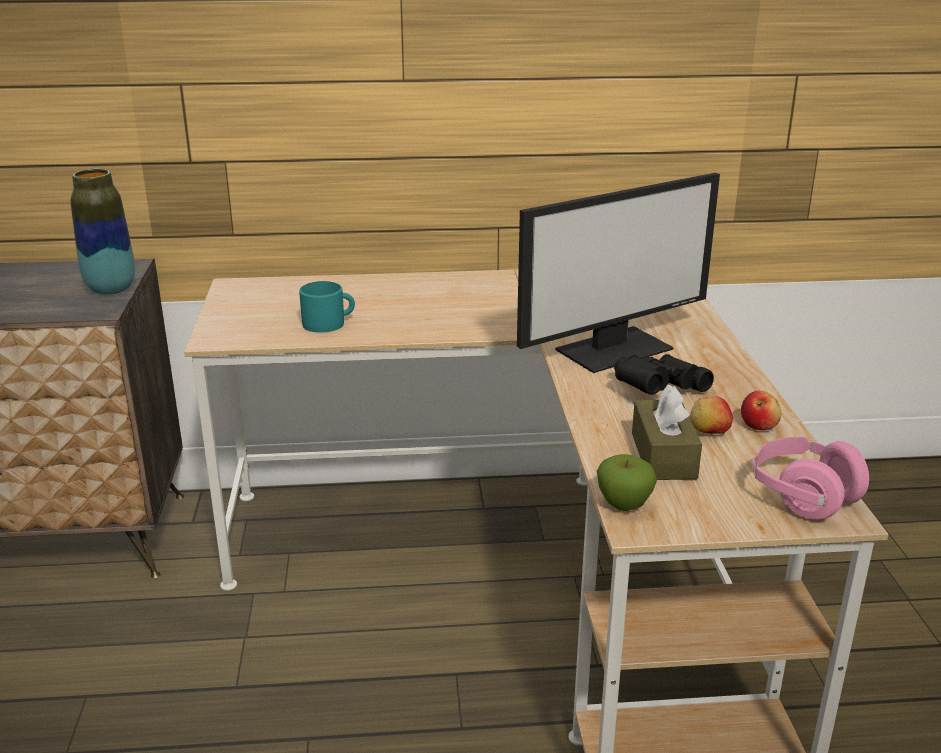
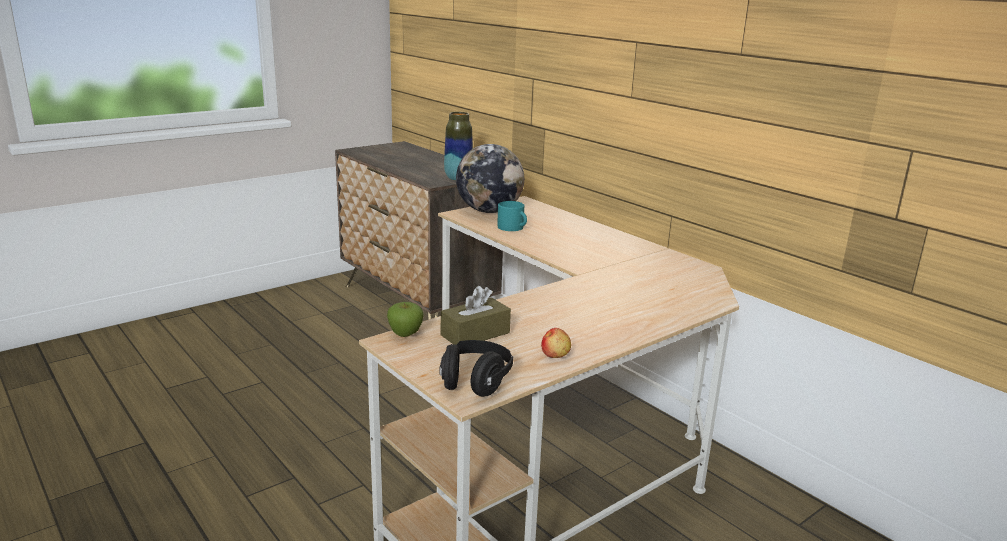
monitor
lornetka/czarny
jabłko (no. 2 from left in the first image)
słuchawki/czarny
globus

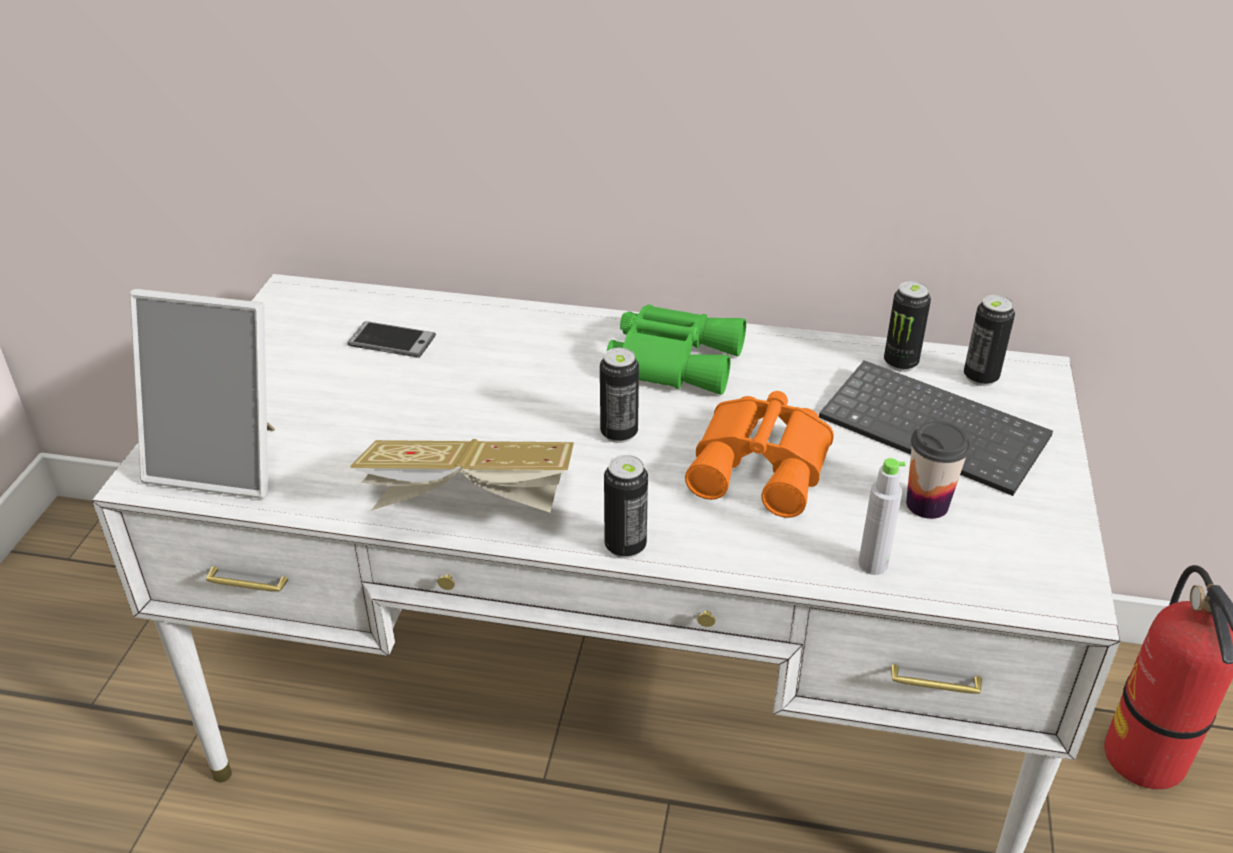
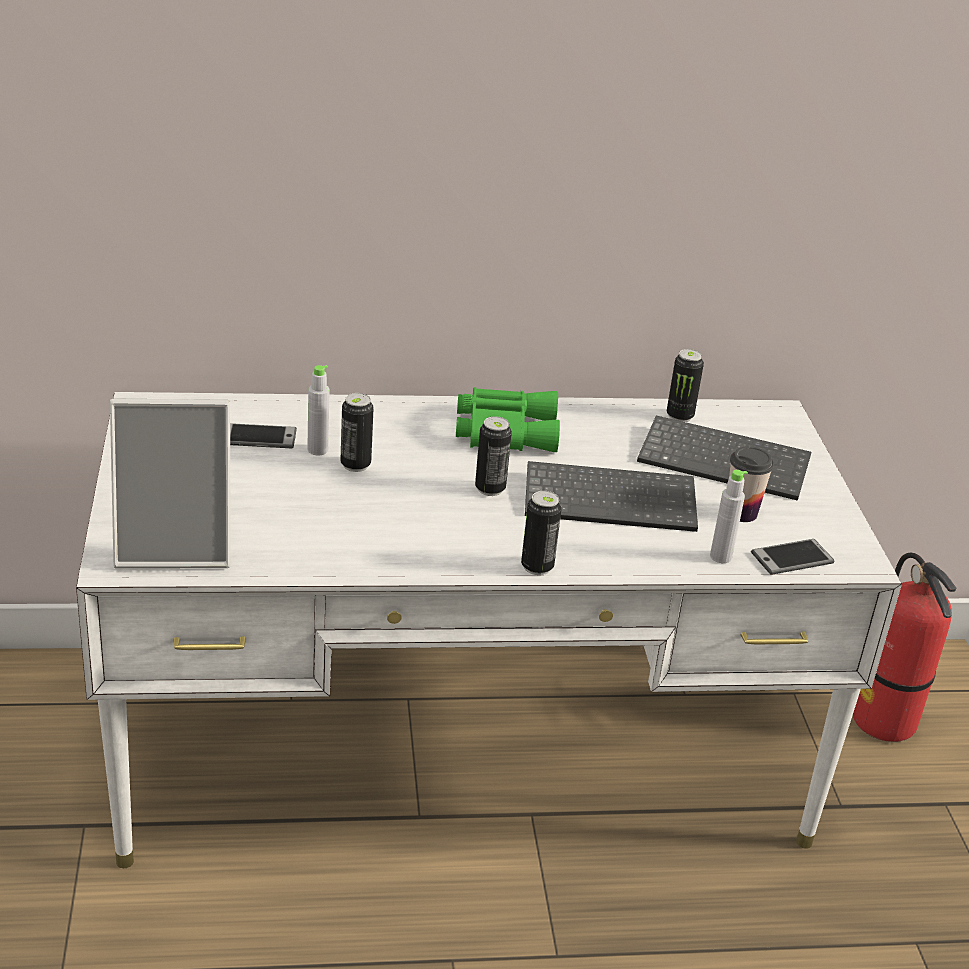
puszka (no. 1 from left)
klawiatura (no. 1 from left)
książka
butelka/szary (no. 1 from left)
telefon (no. 2 from left)

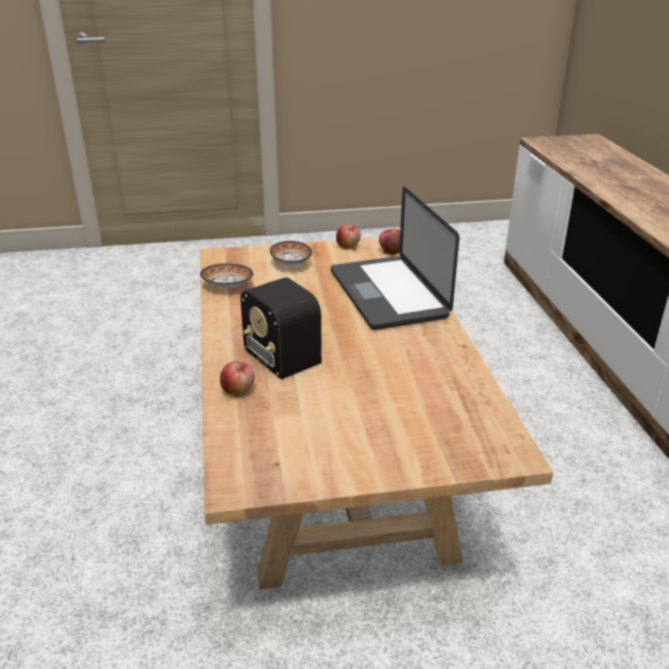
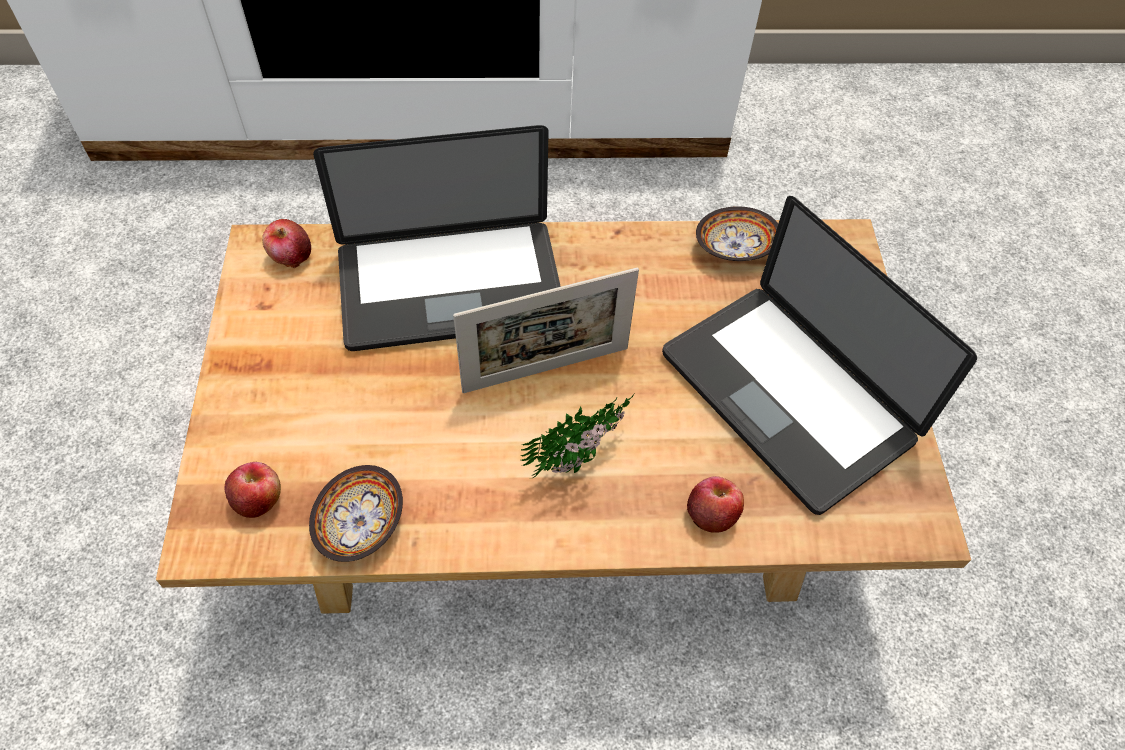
jabłko (no. 1 from left)
miska (no. 2 from left)
roślina doniczkowa
laptop (no. 2 from left)
ramka na zdjęcie

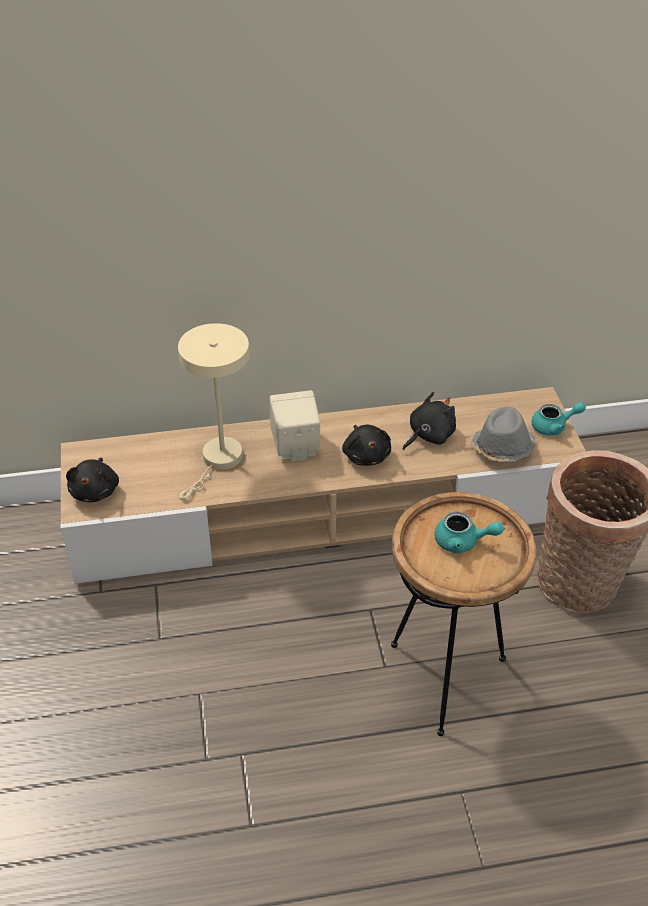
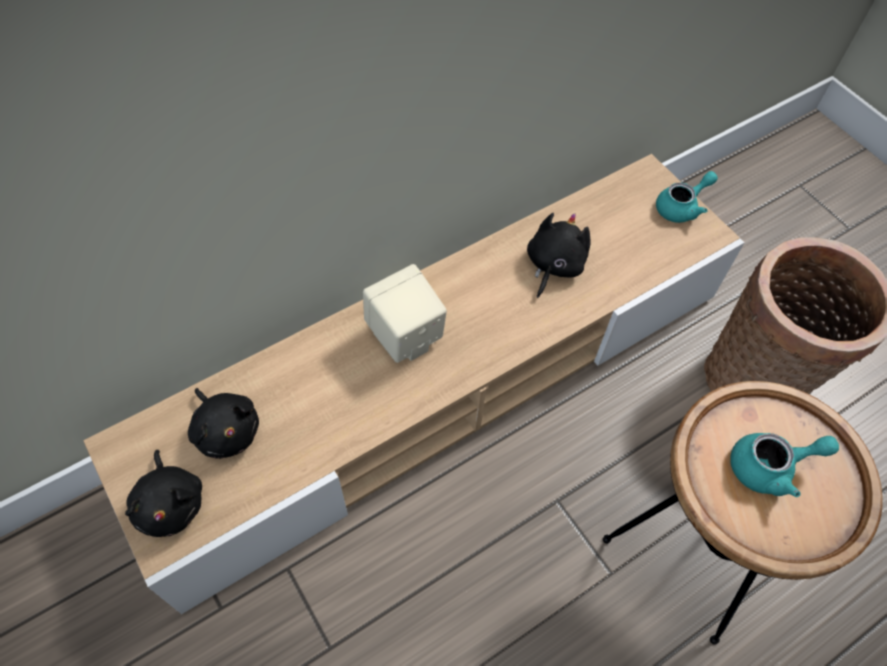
lampa stołowa/beżowy
kapelusz/szary
pluszak/czarny (no. 2 from left)

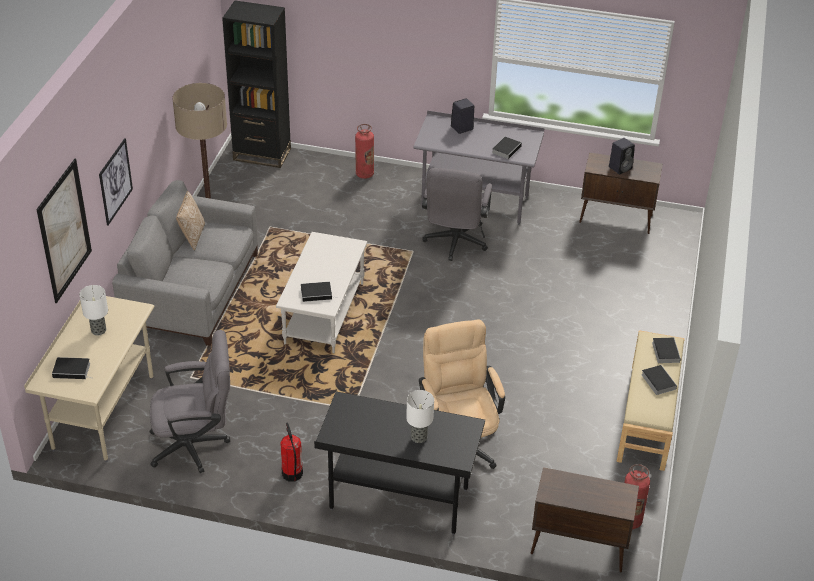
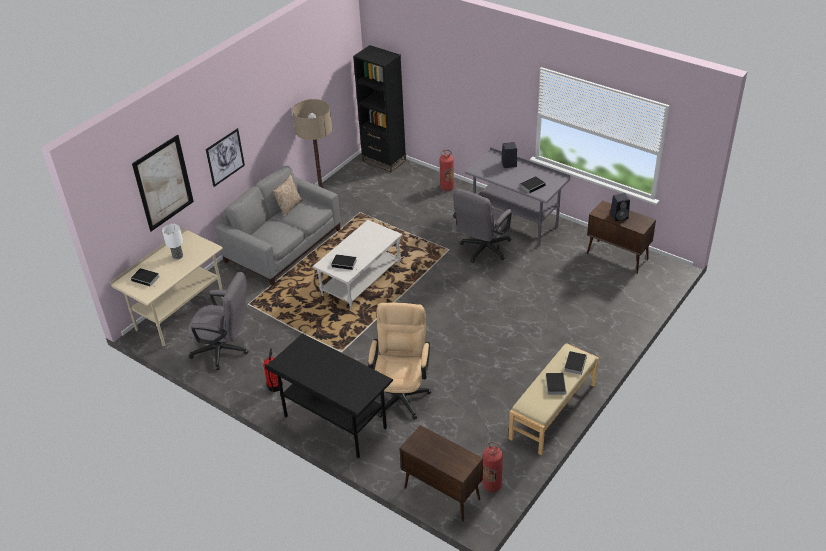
lampa stołowa (no. 2 from left in the first image)

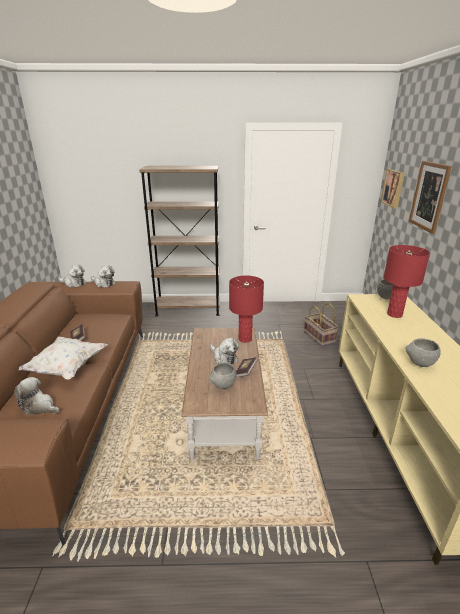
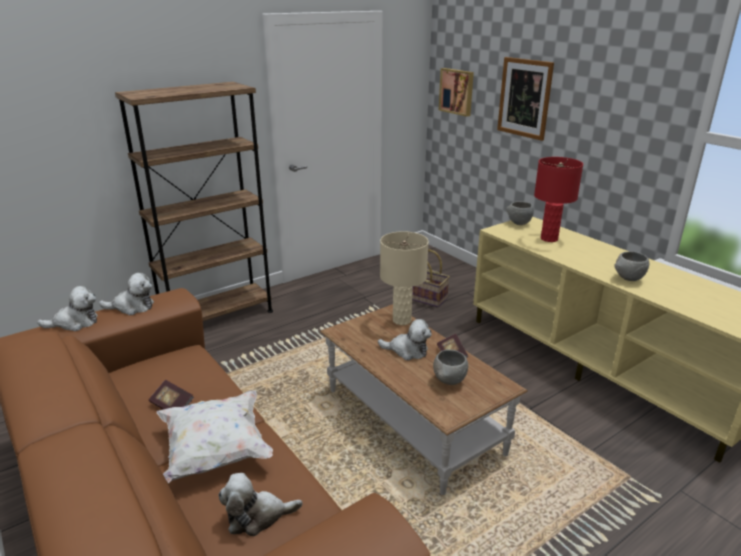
lampa stołowa/beżowy

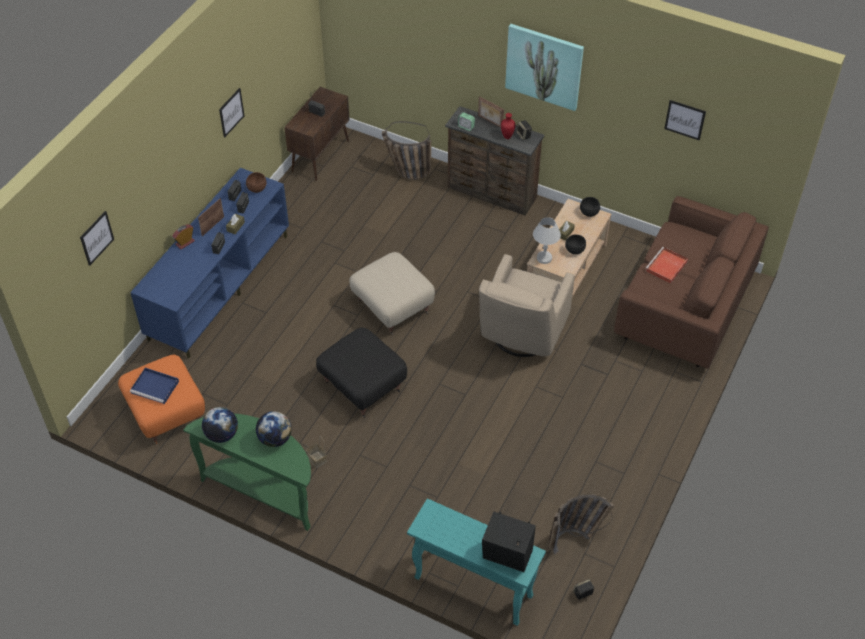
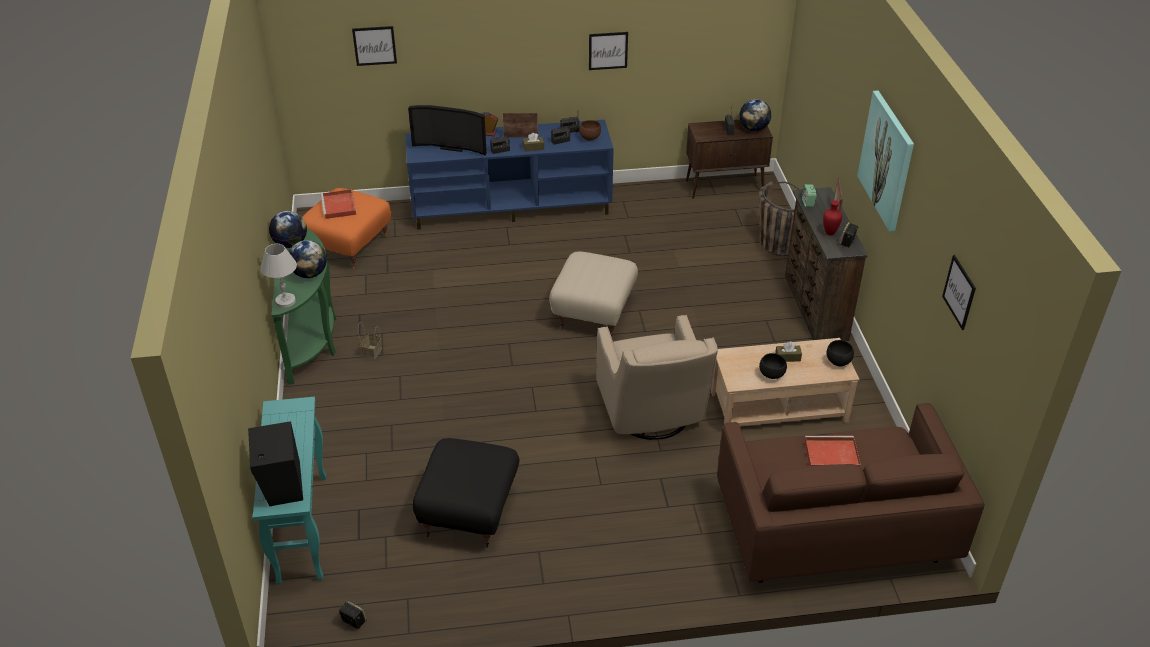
lampa stołowa/biały
fotel/beżowy
pufa/czarny
taca/czerwony (no. 1 from left)
koszyk (no. 3 from left in the first image)
globus (no. 3 from left)
telewizor

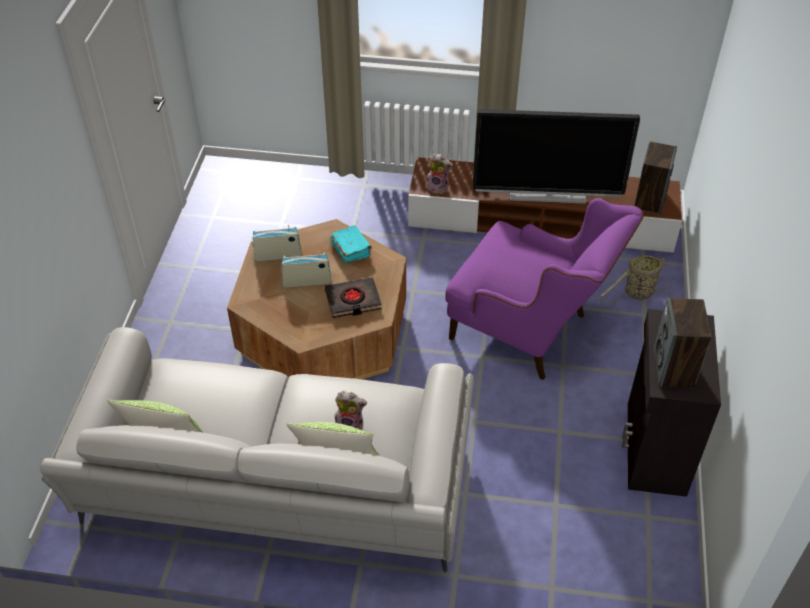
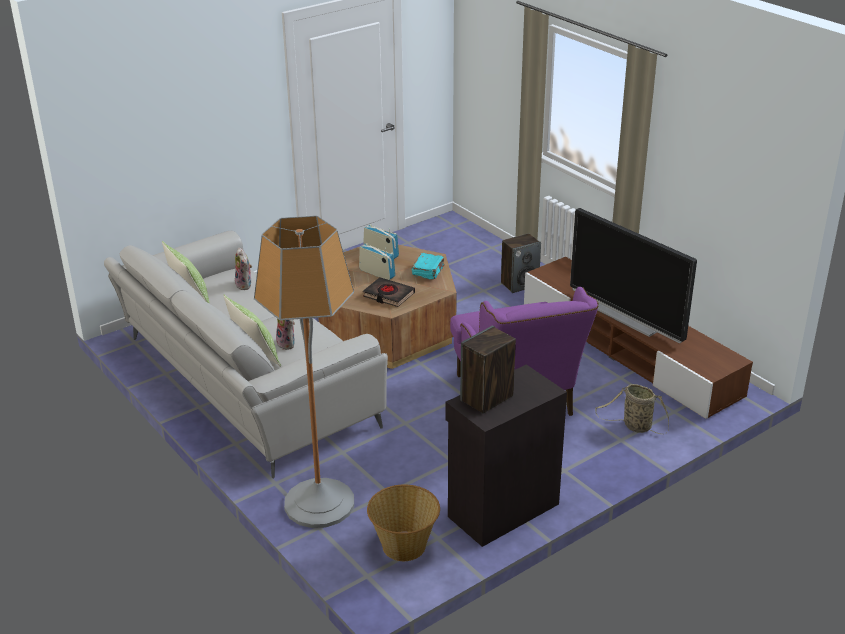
głośnik (no. 2 from left)
pluszak (no. 1 from left)
lampa stojąca
koszyk (no. 1 from left)

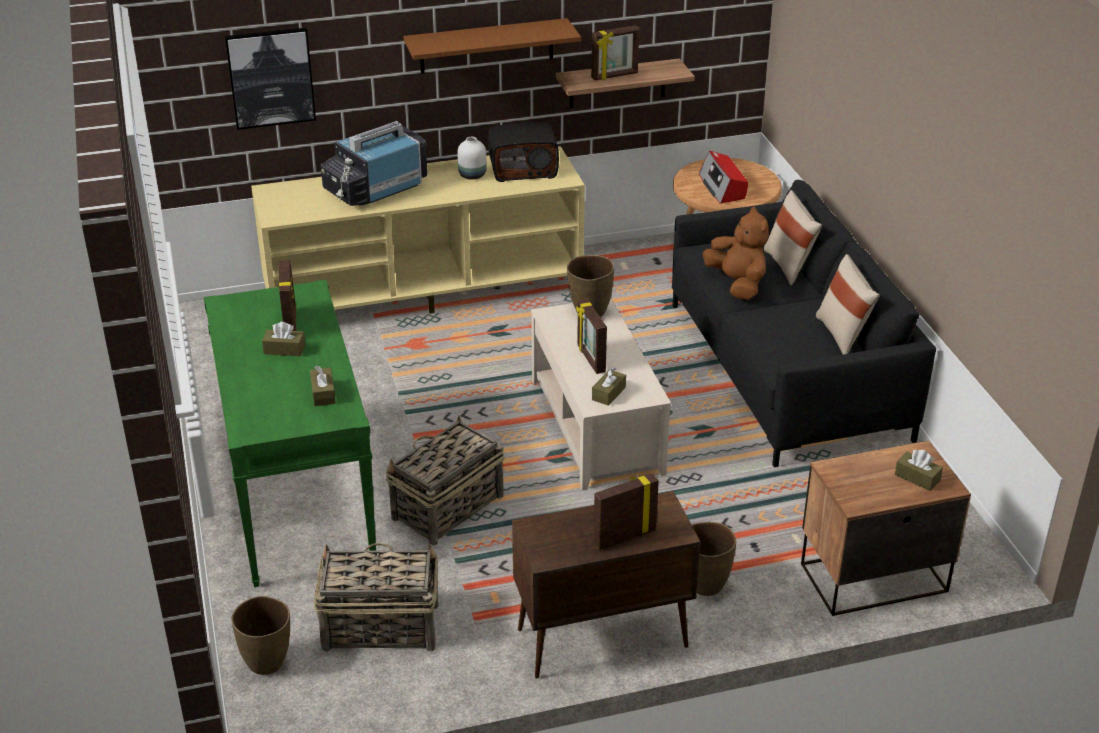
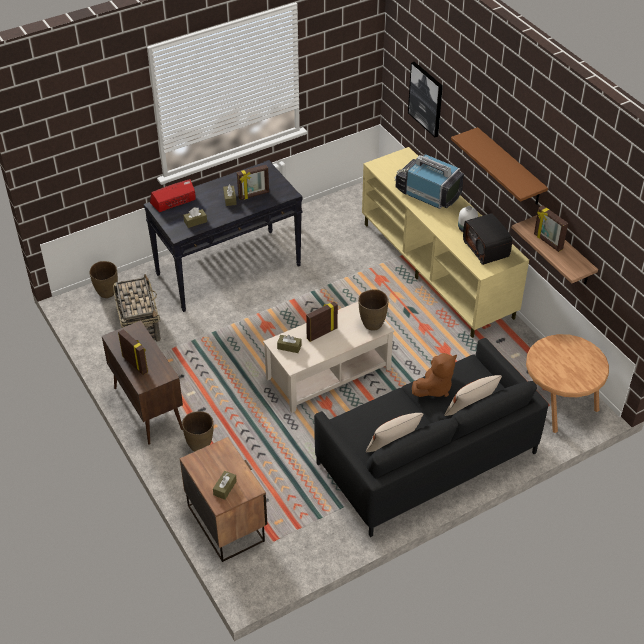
radio (no. 1 from left)
stolik konsolowy/czarny
koszyk (no. 2 from left in the first image)

